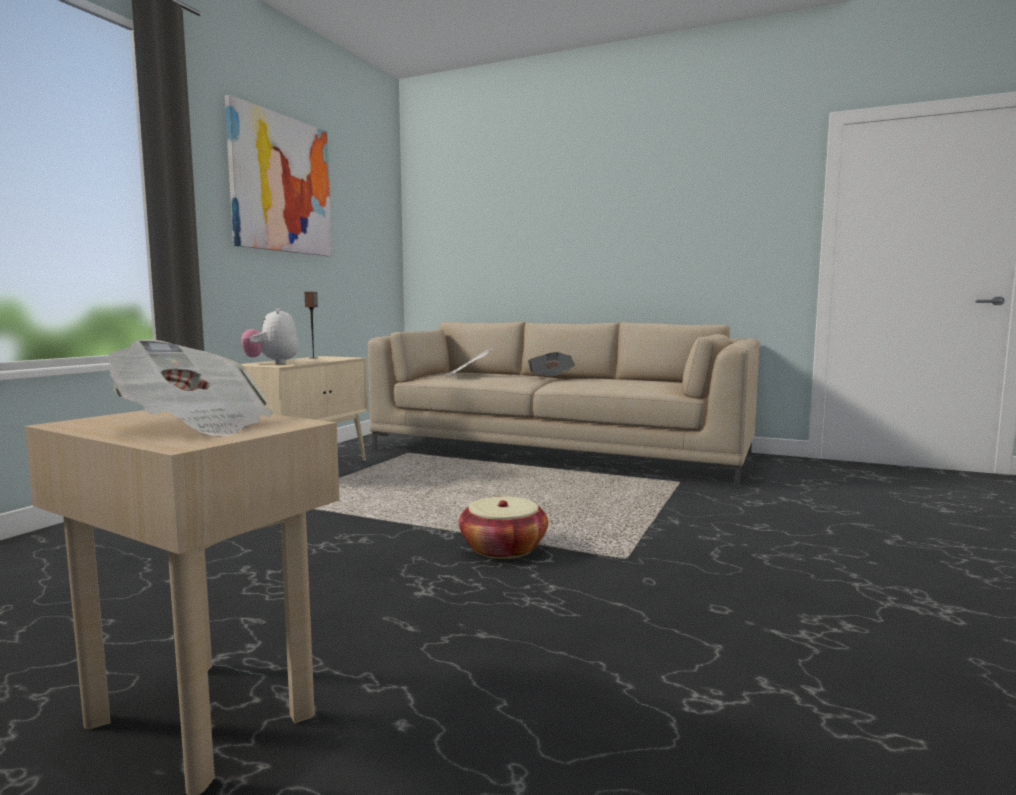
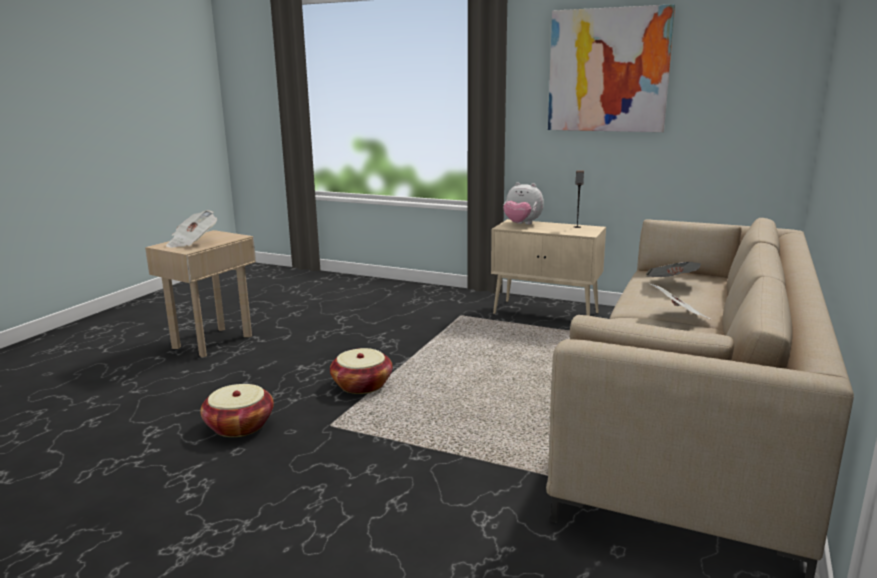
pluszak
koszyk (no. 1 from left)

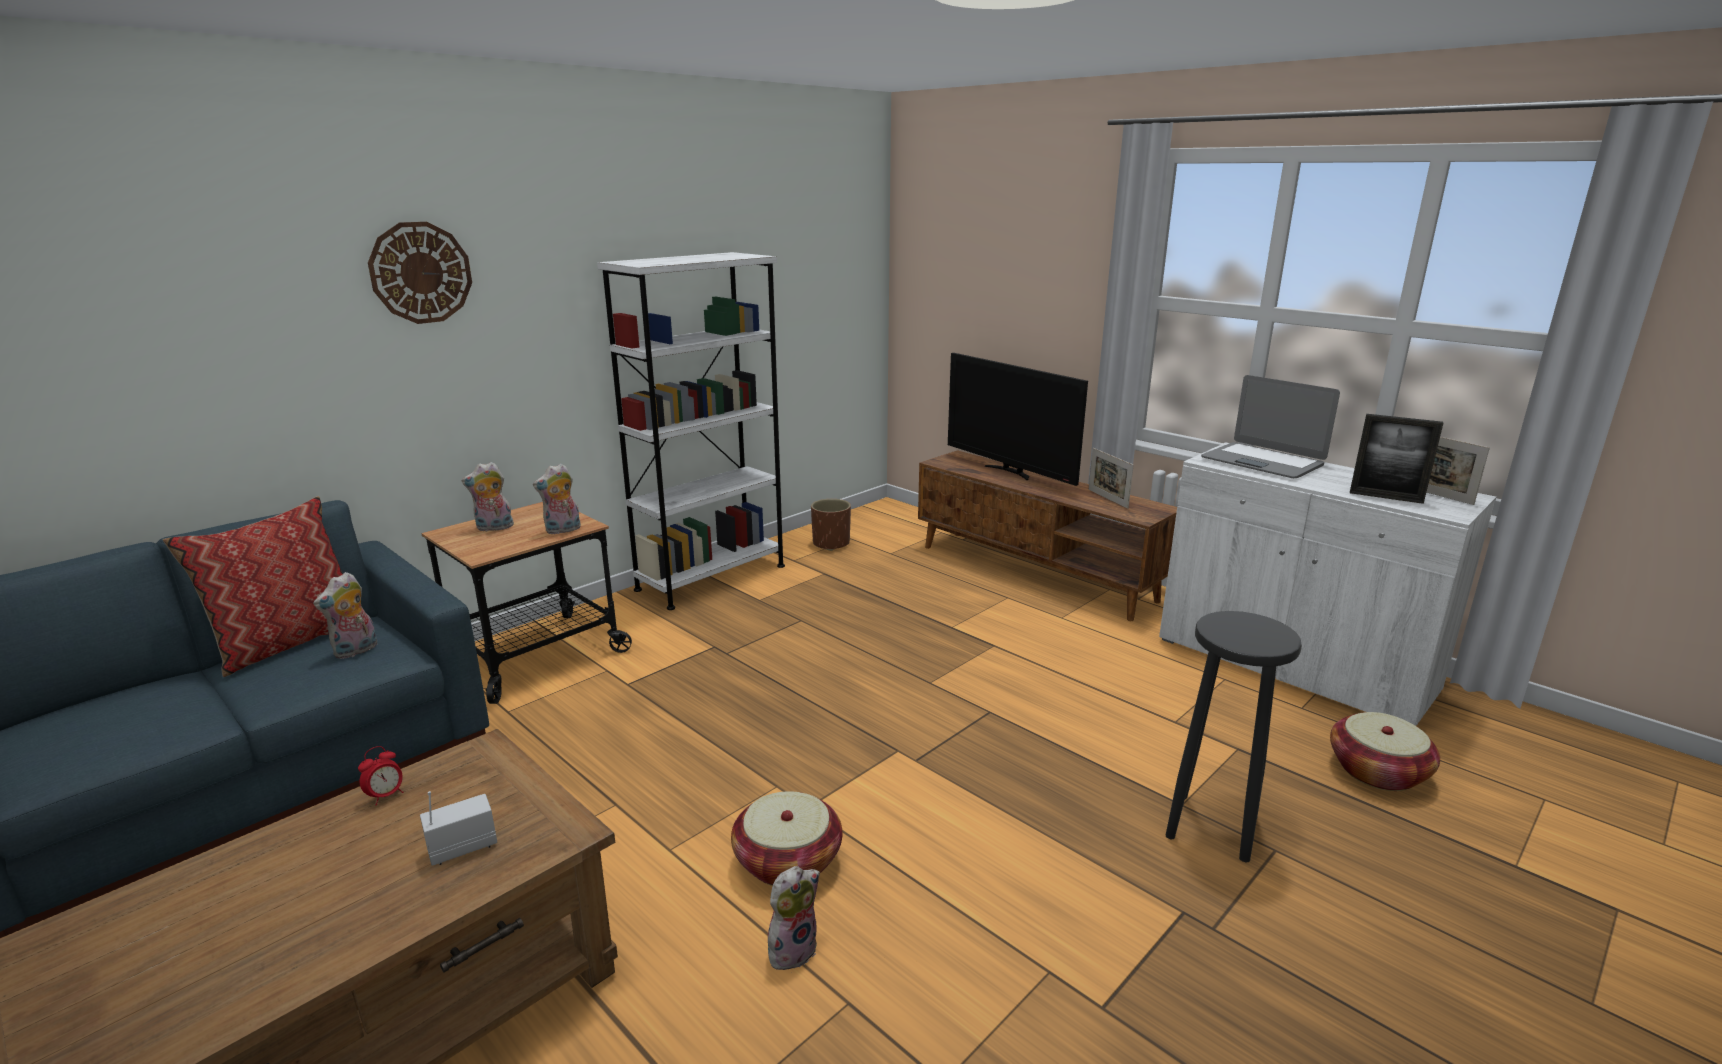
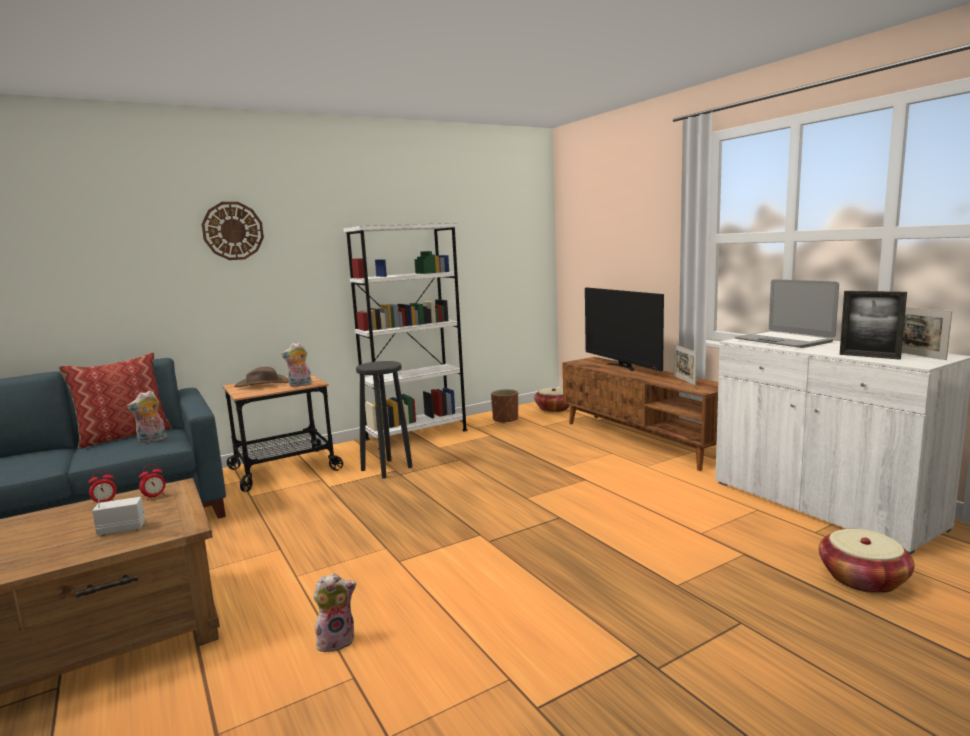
kapelusz/brązowy
stołek/czarny
koszyk (no. 1 from left)
budzik (no. 2 from left)

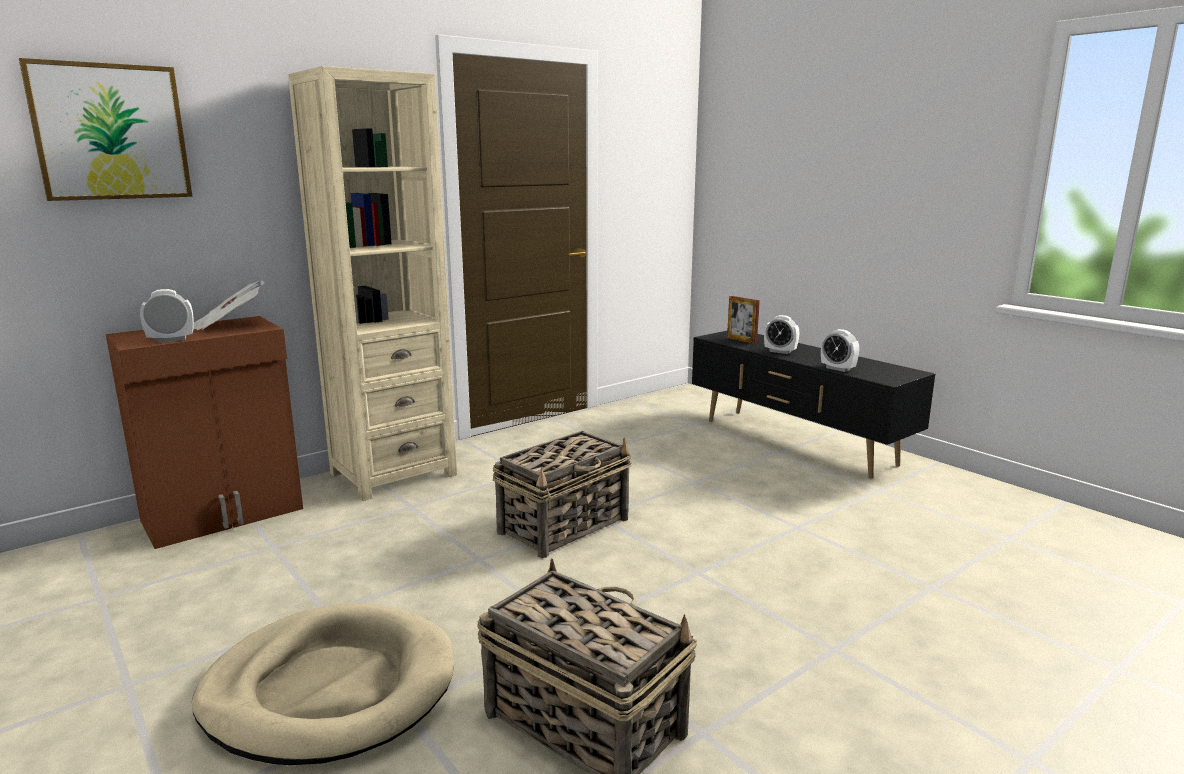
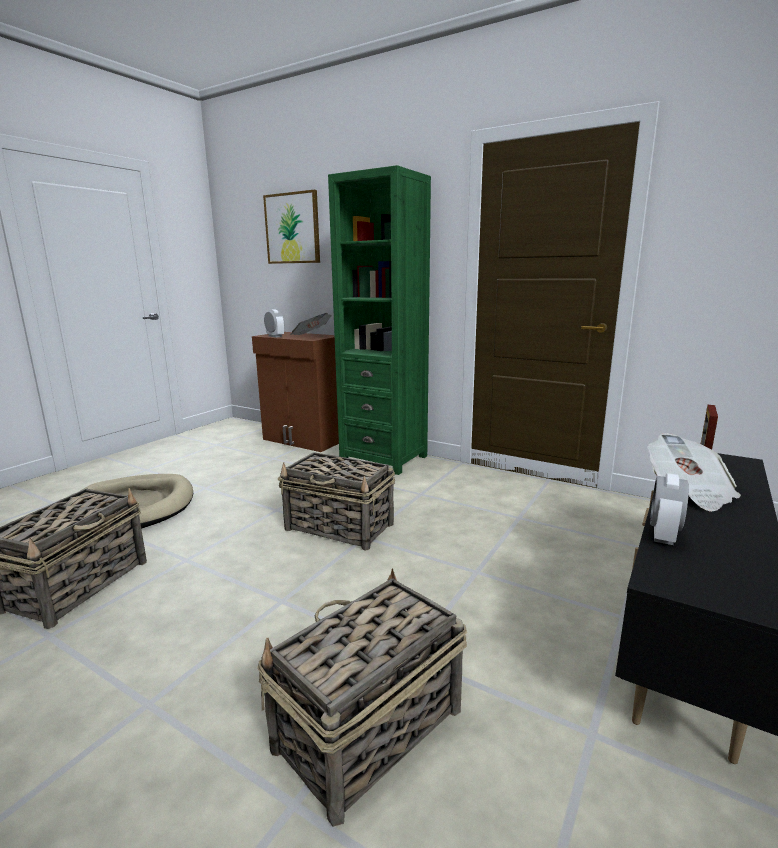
regał/zielony
gazeta (no. 2 from left)
koszyk (no. 3 from left)

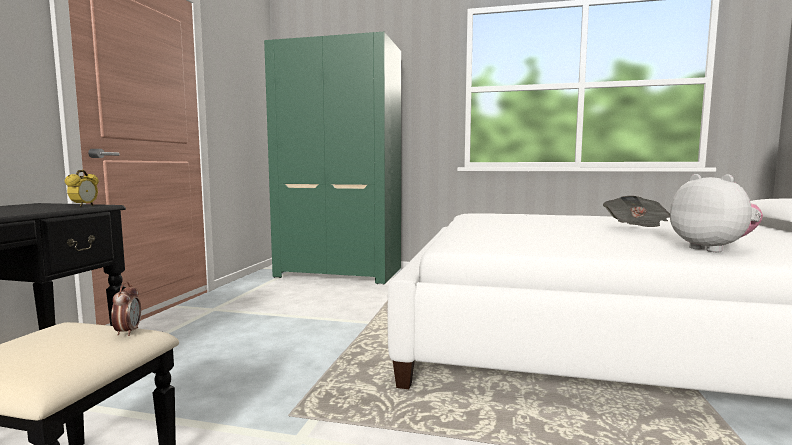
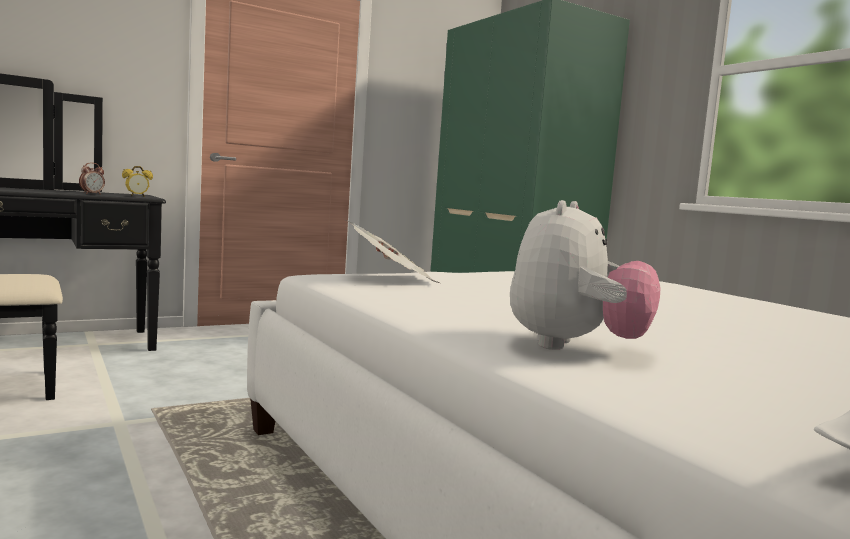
gazeta
budzik (no. 1 from left)

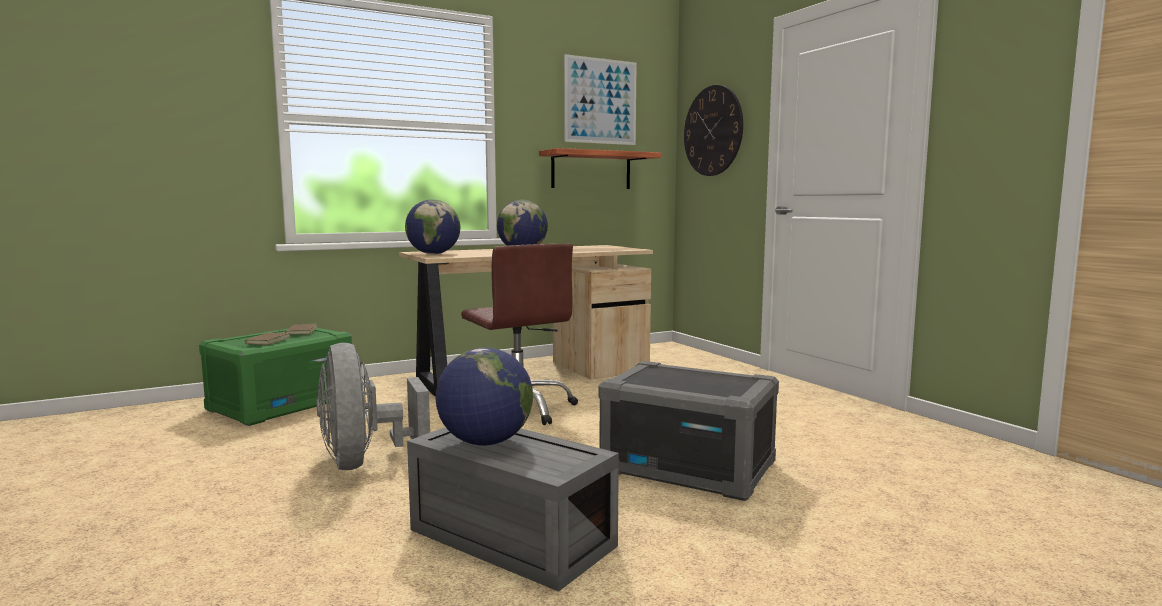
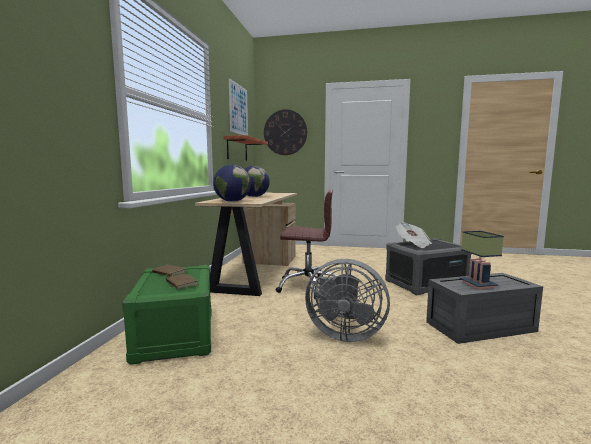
lampa stołowa
gazeta

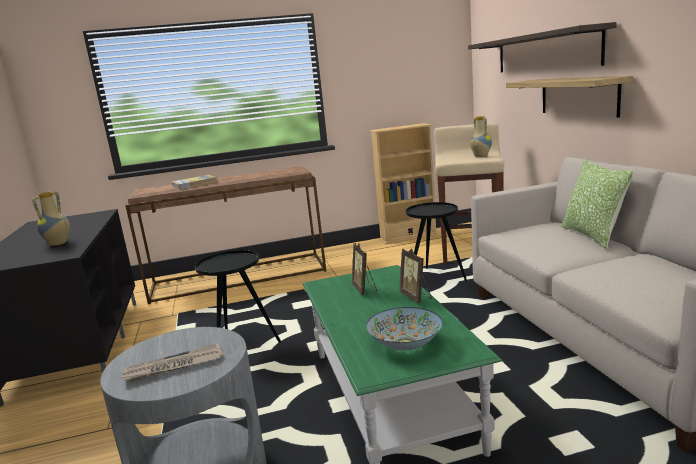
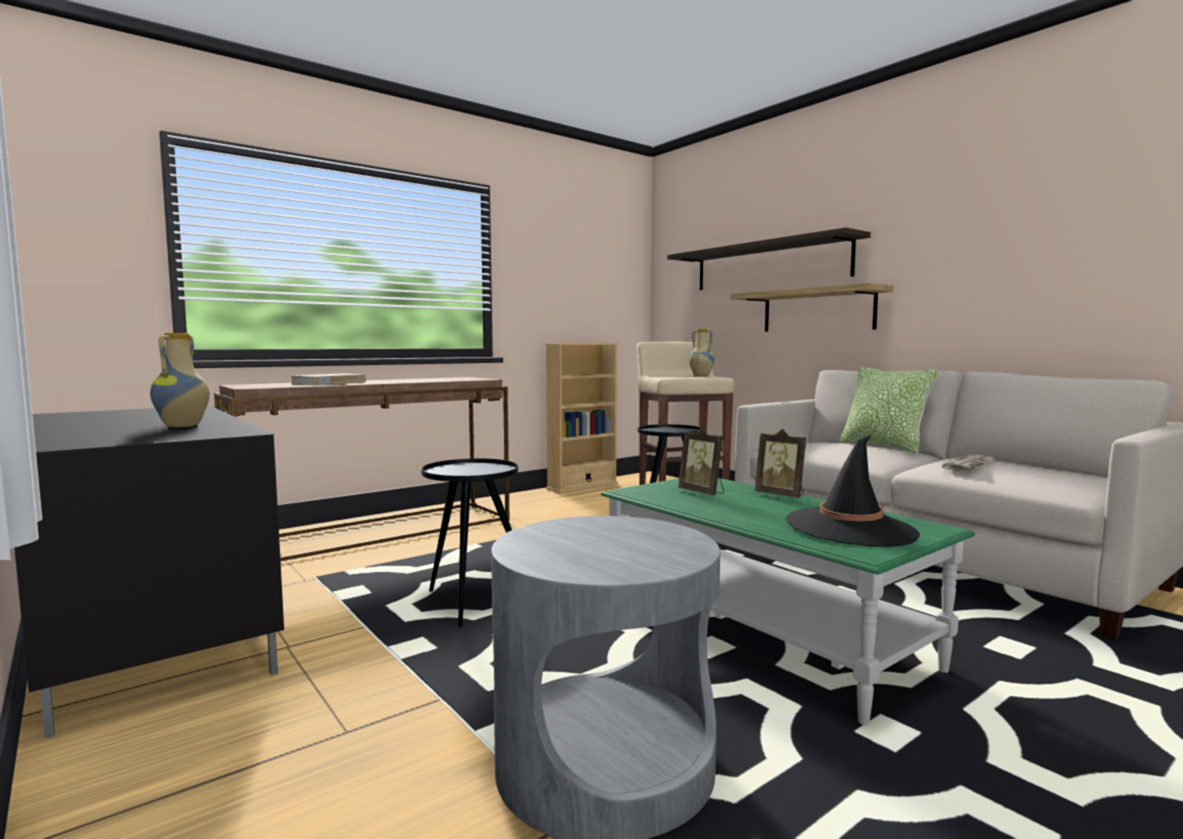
kapelusz/czarny
gazeta

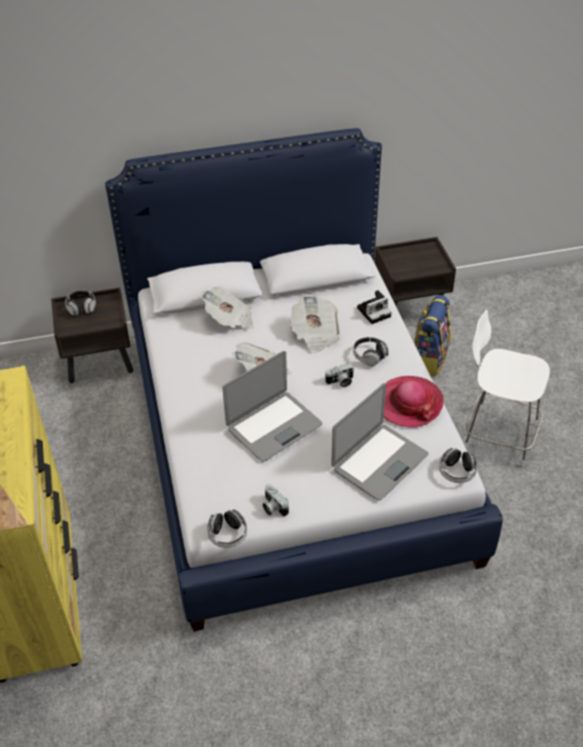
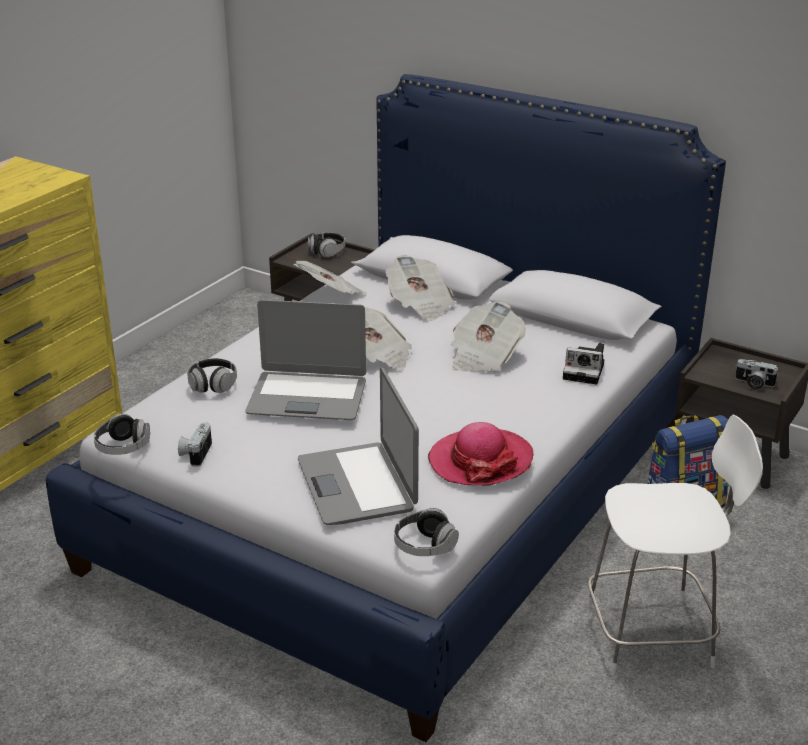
krzesło/biały
słuchawki (no. 2 from left)
aparat fotograficzny (no. 3 from left)
laptop (no. 2 from left)
gazeta (no. 1 from left)

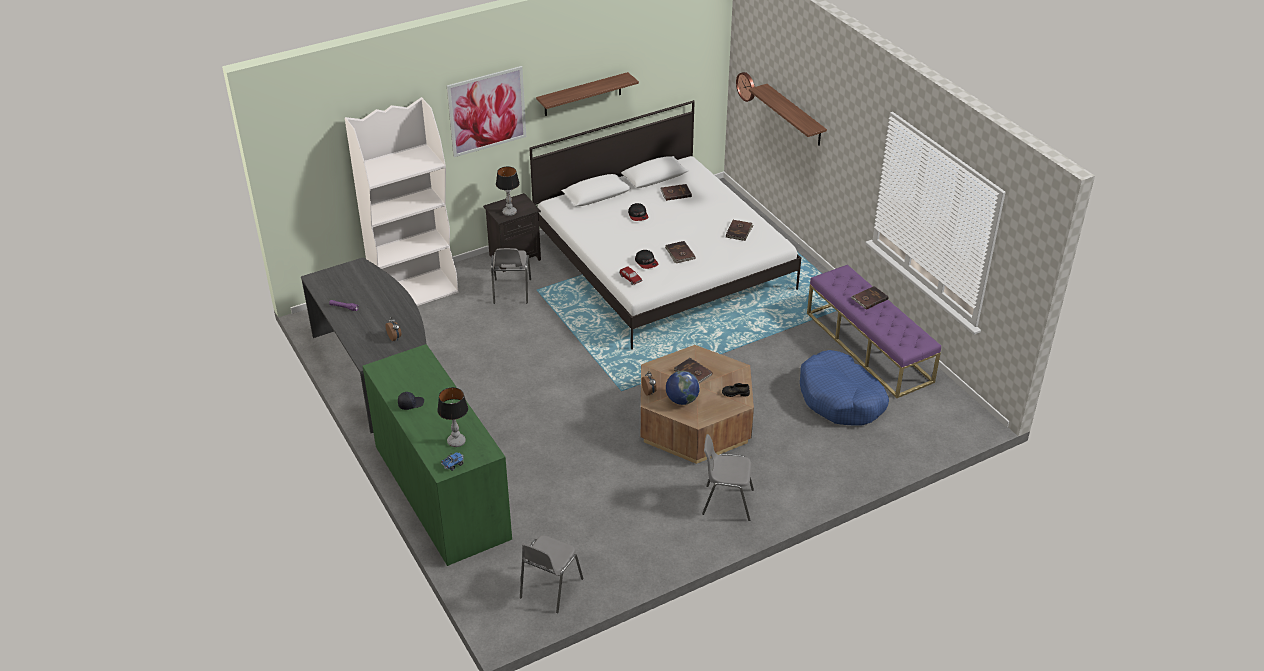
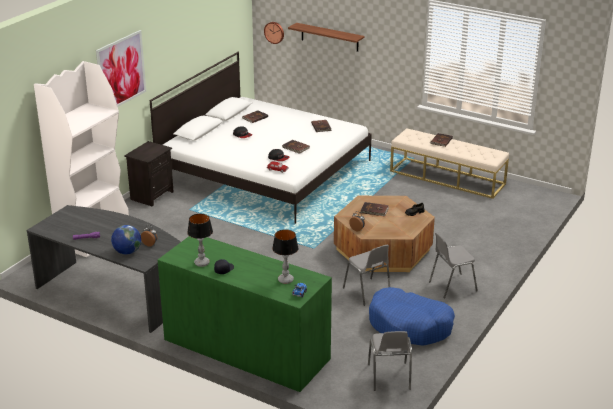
półka (no. 1 from left in the first image)
lampa stołowa (no. 1 from left)
krzesło/szary (no. 1 from left)
ławka/beżowy
legowisko/niebieski
globus

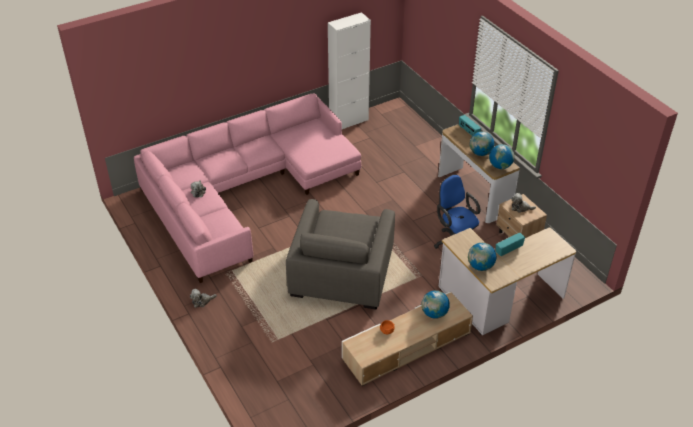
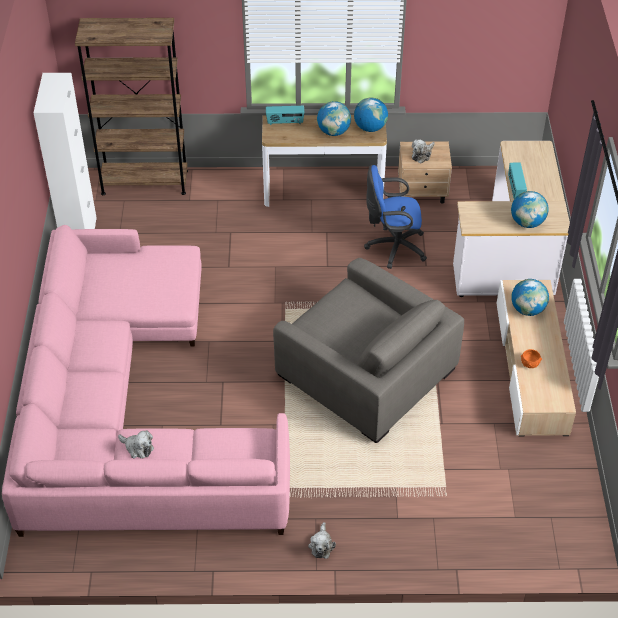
regał/brązowy

